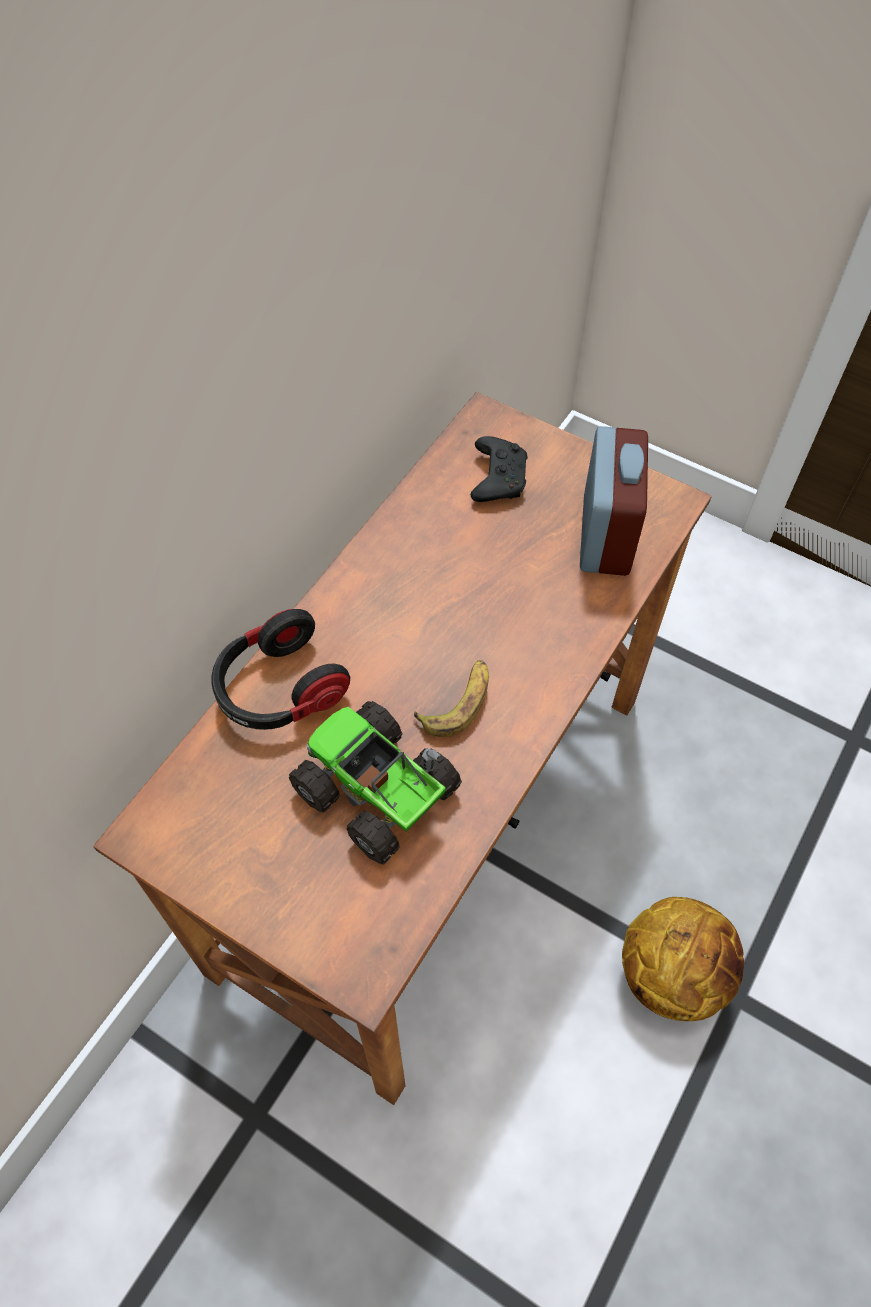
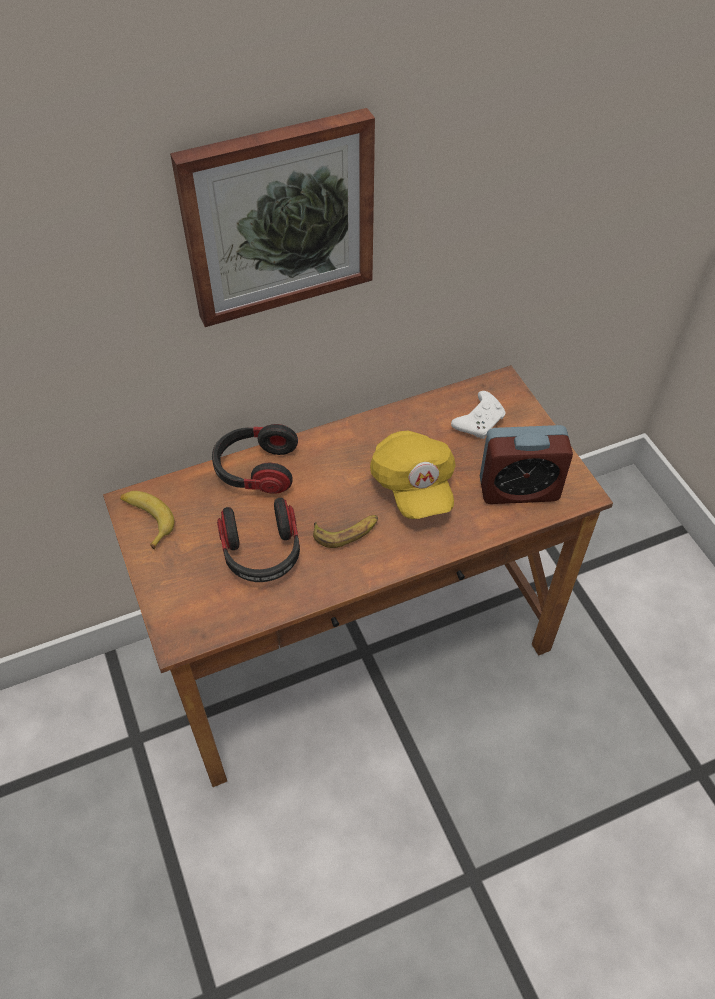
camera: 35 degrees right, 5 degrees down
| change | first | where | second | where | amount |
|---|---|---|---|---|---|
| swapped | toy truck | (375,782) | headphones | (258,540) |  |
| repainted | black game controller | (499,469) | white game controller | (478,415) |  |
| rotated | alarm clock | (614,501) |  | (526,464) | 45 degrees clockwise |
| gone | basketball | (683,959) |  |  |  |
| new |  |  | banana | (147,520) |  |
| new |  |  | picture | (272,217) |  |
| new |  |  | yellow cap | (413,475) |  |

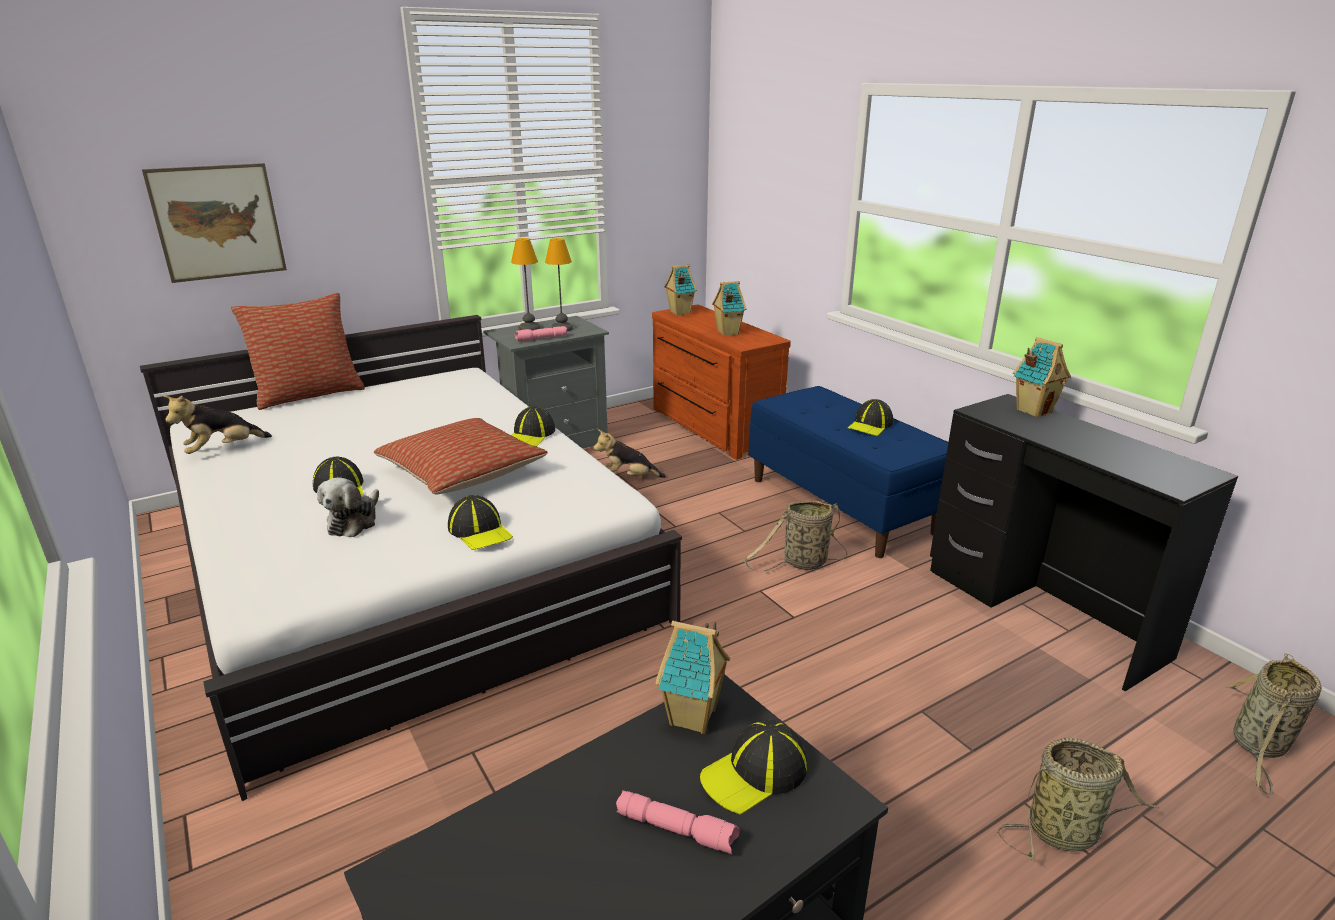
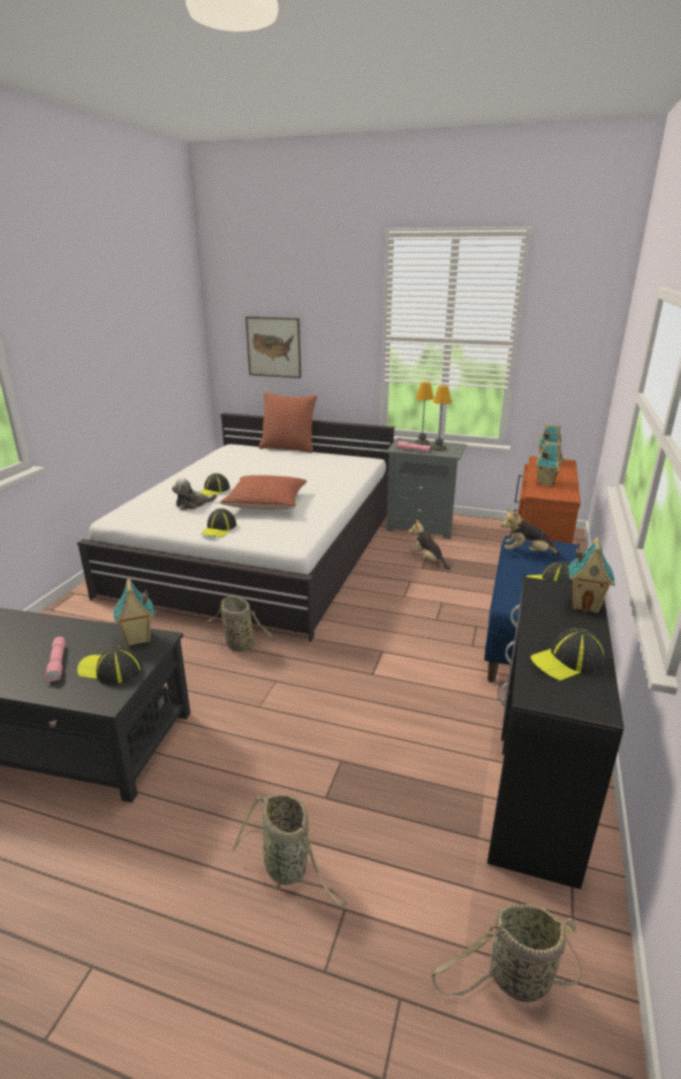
camera: 50 degrees right, 0 degrees up
| change | first | where | second | where | amount |
|---|---|---|---|---|---|
| shifted | plush toy | (217,424) |  | (531,531) |  |
| shifted | cap | (533,426) |  | (567,654) |  |
| shifted | basket | (796,536) |  | (239,626) |  |

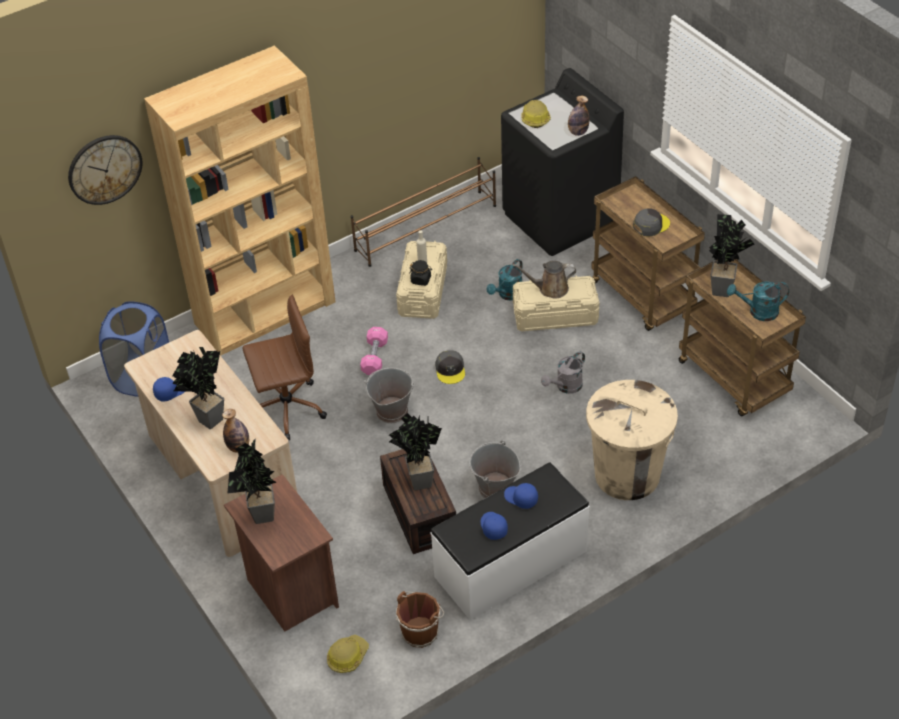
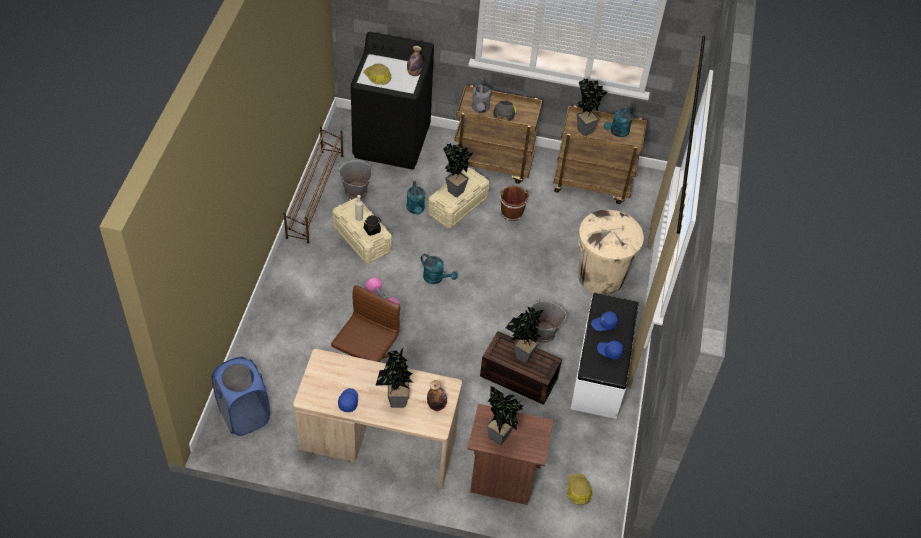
camera: 50 degrees left, 5 degrees up
| change | first | where | second | where | amount |
|---|---|---|---|---|---|
| gone | wall clock | (105,170) |  |  |  |
| gone | brown bookcase | (239,200) |  |  |  |
| shifted | grey bucket | (389,395) |  | (355,179) |  |
| shifted | brown bucket | (420,619) |  | (514,203) |  |
| swapped | grey cap | (450,367) | turquoise watering can | (439,269) |  |
| swapped | brown watering can | (544,279) | potted plant | (458,169) |  |
| shifted | grey watering can | (563,372) |  | (481,96) |  |

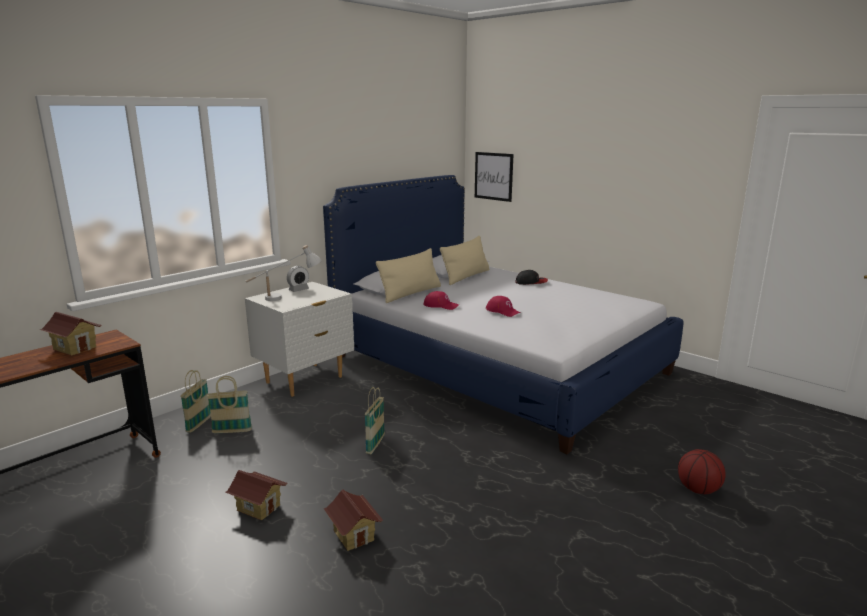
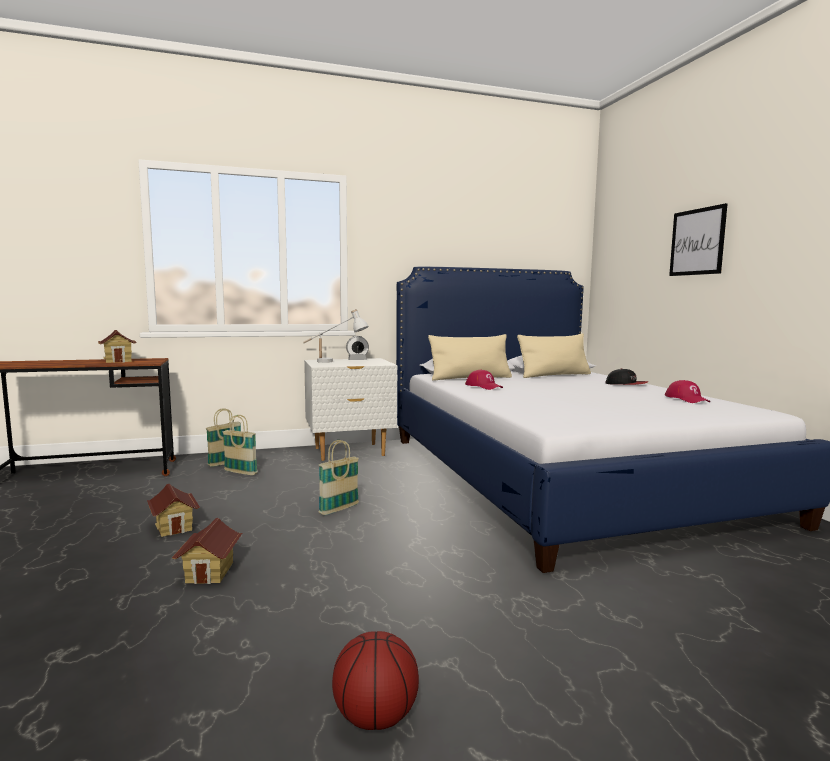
camera: 30 degrees right, 10 degrees down
| change | first | where | second | where | amount |
|---|---|---|---|---|---|
| shifted | picture | (494,177) |  | (698,239) |  |
| shifted | red cap | (503,306) |  | (687,391) |  |
| shifted | basketball | (702,471) |  | (375,680) |  |

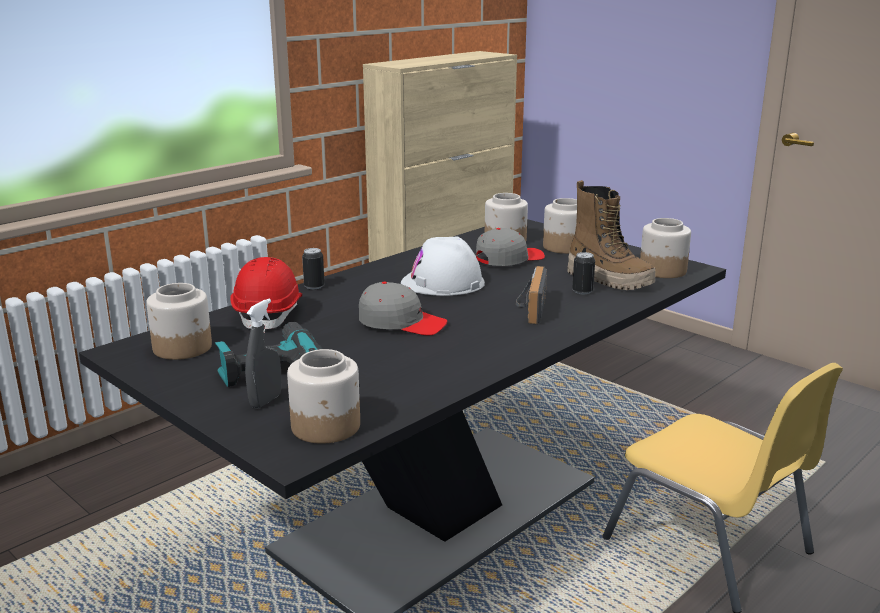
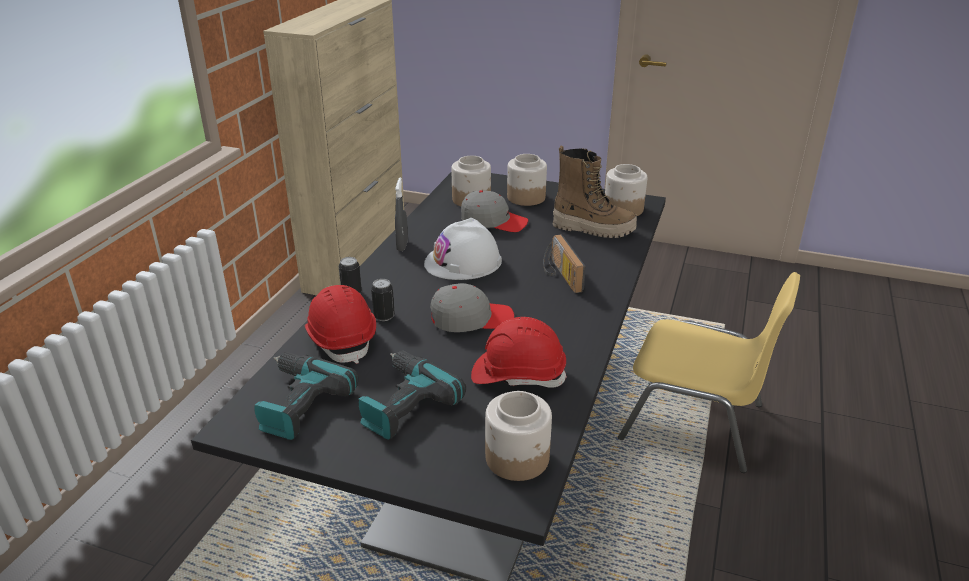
camera: 25 degrees left, 10 degrees up
| change | first | where | second | where | amount |
|---|---|---|---|---|---|
| swapped | jar | (179,321) | power drill | (306,396) |  |
| shifted | grey spray bottle | (263,353) |  | (401,214) |  |
| rotated | grey cap | (510,247) |  | (494,211) | 75 degrees clockwise |
| shifted | can | (583,273) |  | (383,300) |  |
| new |  |  | red hard hat | (519,352) |  |

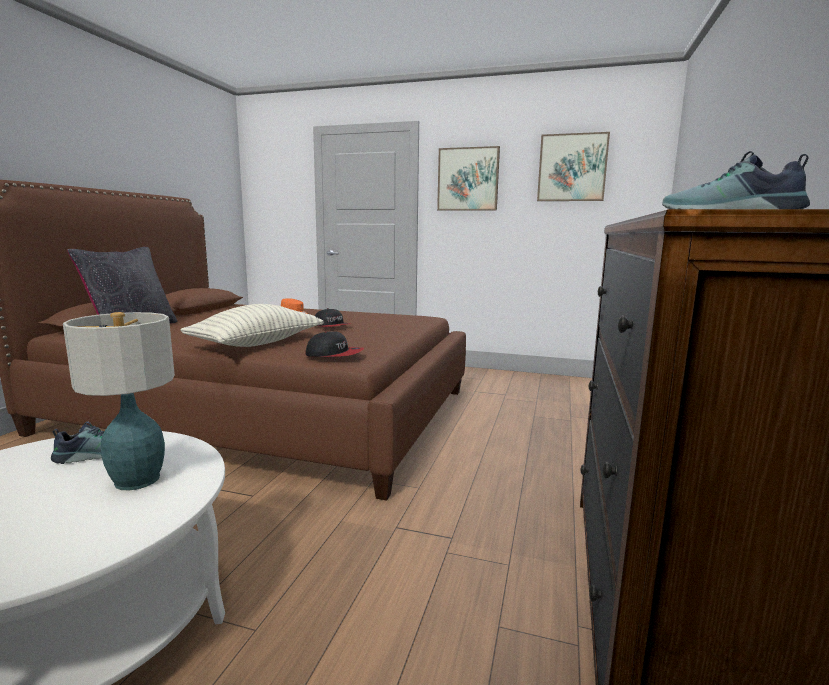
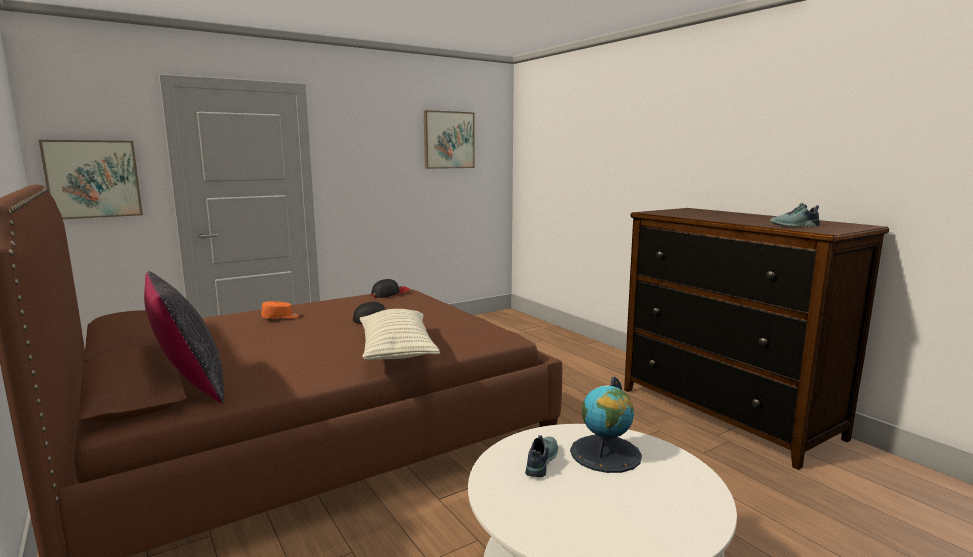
camera: 50 degrees left, 0 degrees up
| change | first | where | second | where | amount |
|---|---|---|---|---|---|
| swapped | table lamp | (119,401) | globe | (606,425) |  |
| shifted | cap | (334,344) |  | (390,288) |  |
| shifted | picture | (468,178) |  | (91,179) |  |

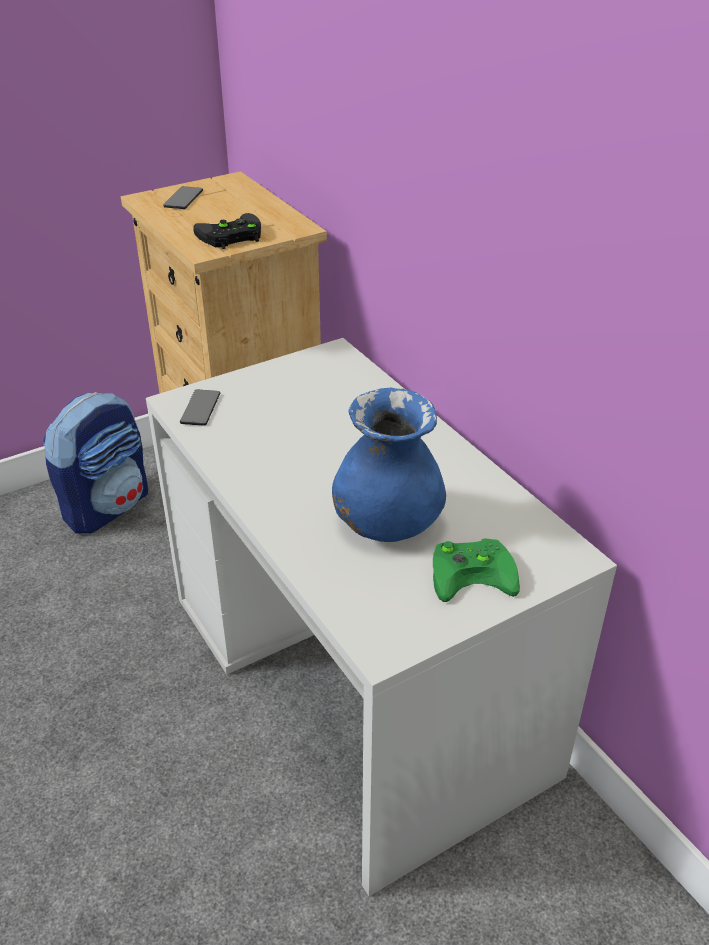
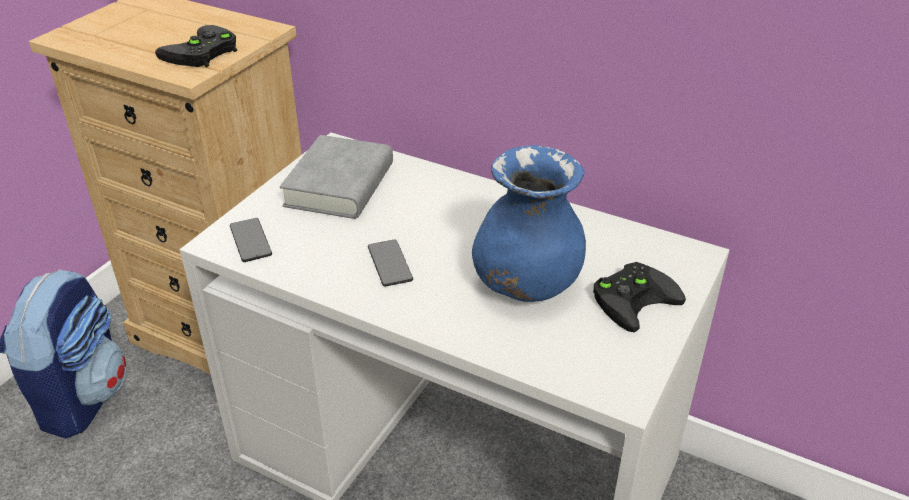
camera: 30 degrees left, 0 degrees up
| change | first | where | second | where | amount |
|---|---|---|---|---|---|
| shifted | phone | (183,197) |  | (390,263) |  |
| repainted | green game controller | (476,570) | black game controller | (639,297) |  |
| new |  |  | grey book | (336,177) |  |

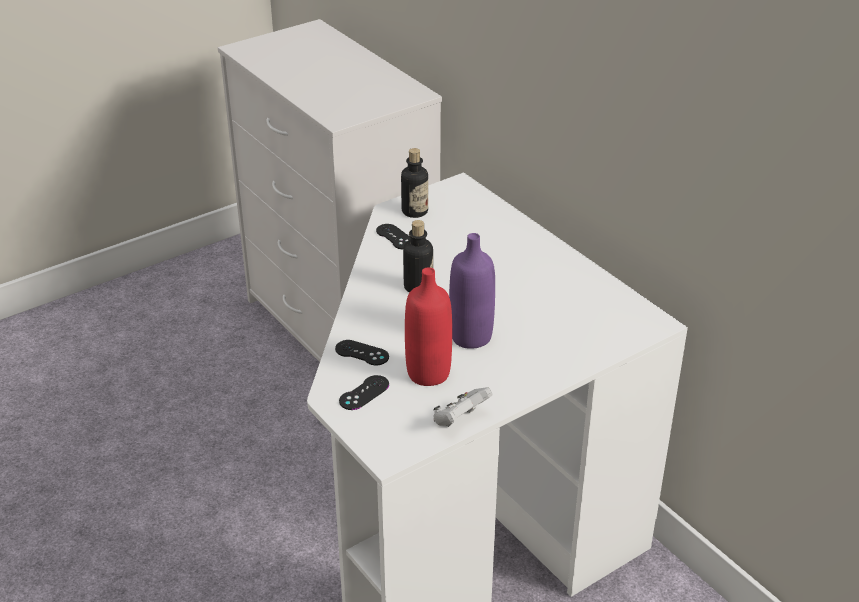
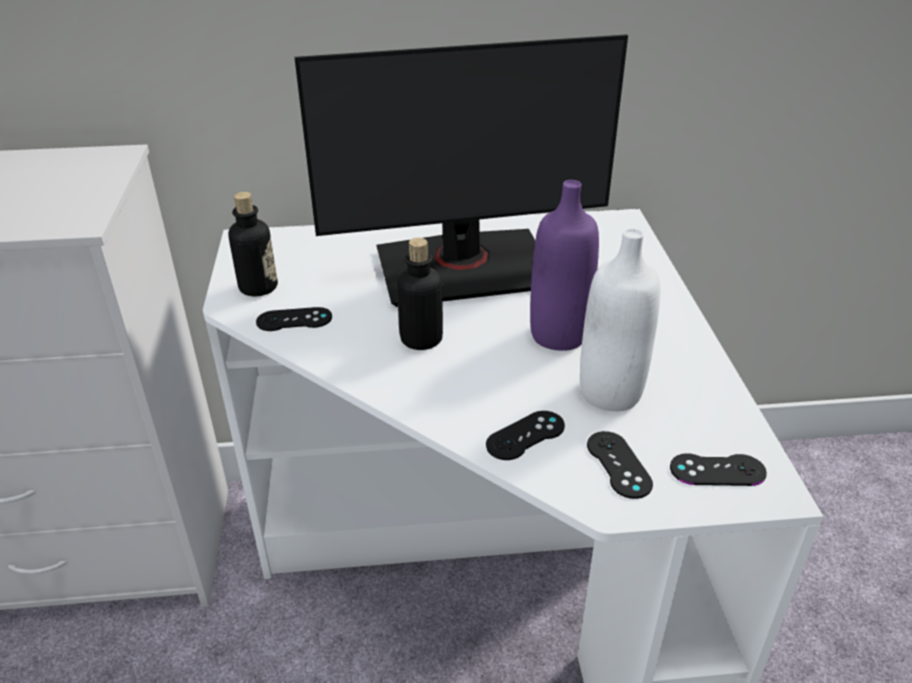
camera: 60 degrees left, 0 degrees up
| change | first | where | second | where | amount |
|---|---|---|---|---|---|
| repainted | red bottle | (428,326) | white bottle | (620,319) |  |
| gone | white game controller | (462,407) |  |  |  |
| new |  |  | monitor | (461,170) |  |
| new |  |  | black game controller | (718,469) |  |

